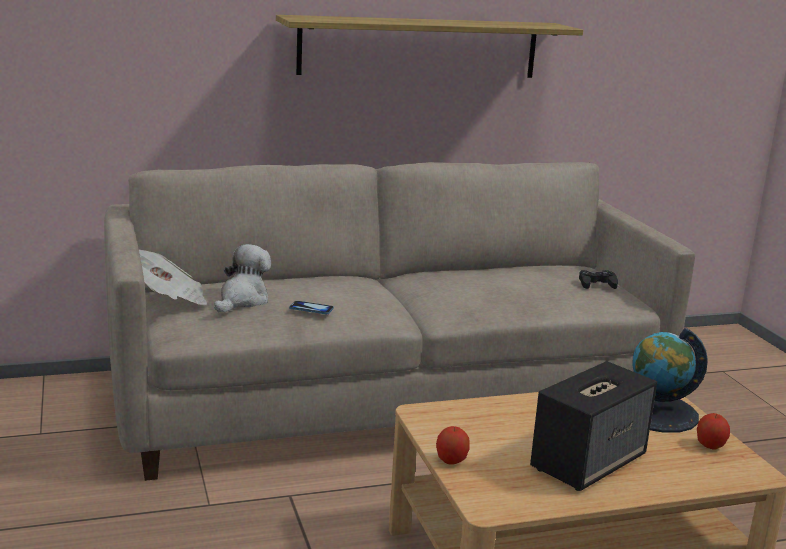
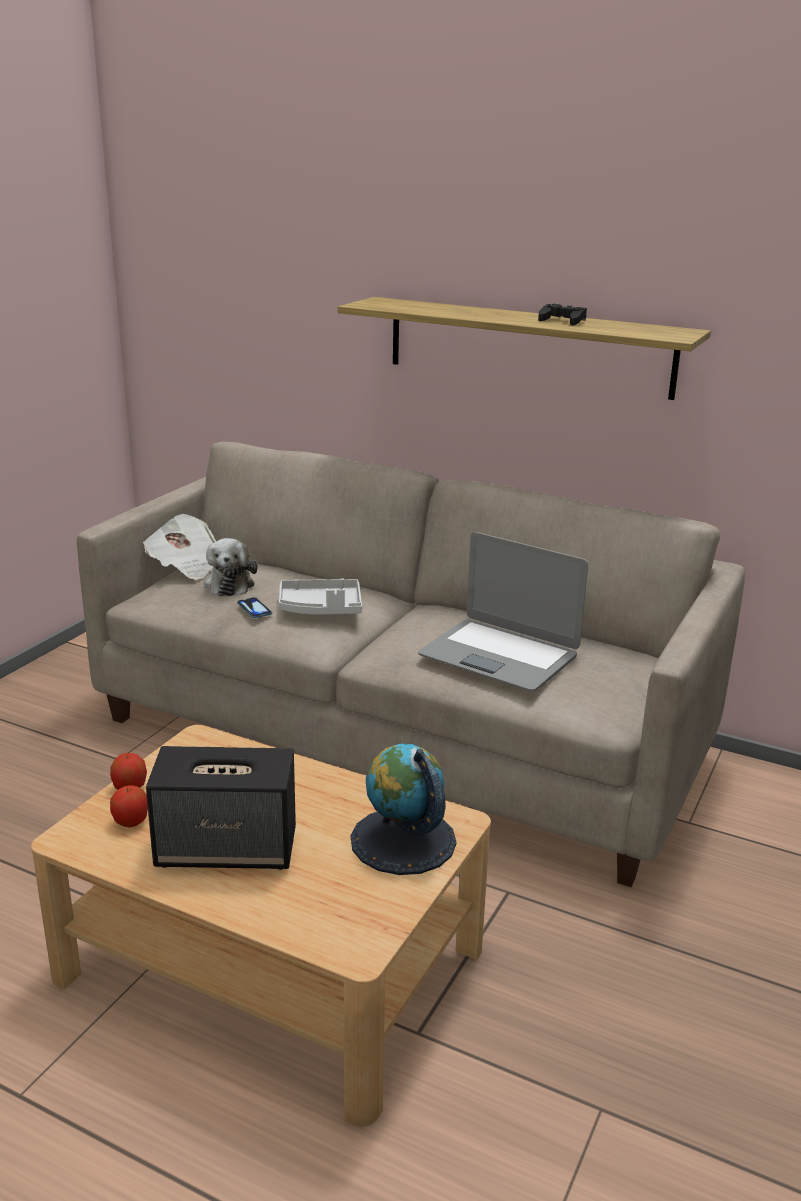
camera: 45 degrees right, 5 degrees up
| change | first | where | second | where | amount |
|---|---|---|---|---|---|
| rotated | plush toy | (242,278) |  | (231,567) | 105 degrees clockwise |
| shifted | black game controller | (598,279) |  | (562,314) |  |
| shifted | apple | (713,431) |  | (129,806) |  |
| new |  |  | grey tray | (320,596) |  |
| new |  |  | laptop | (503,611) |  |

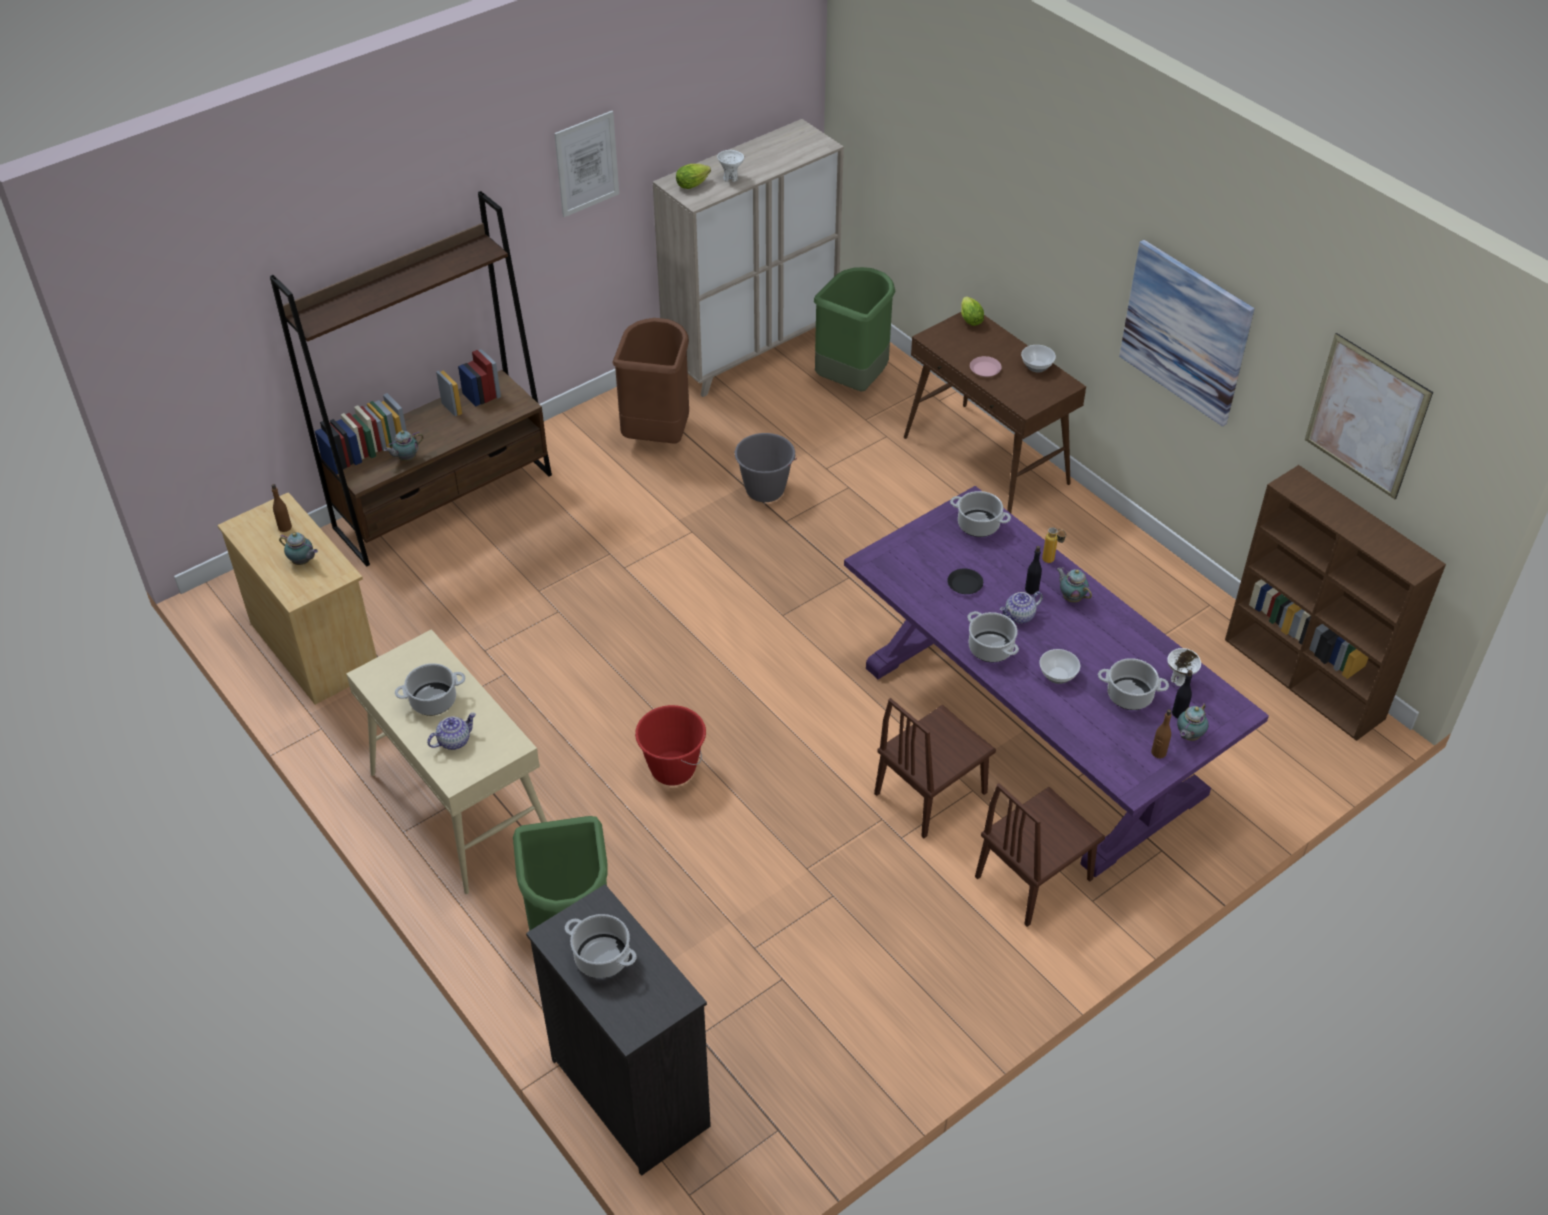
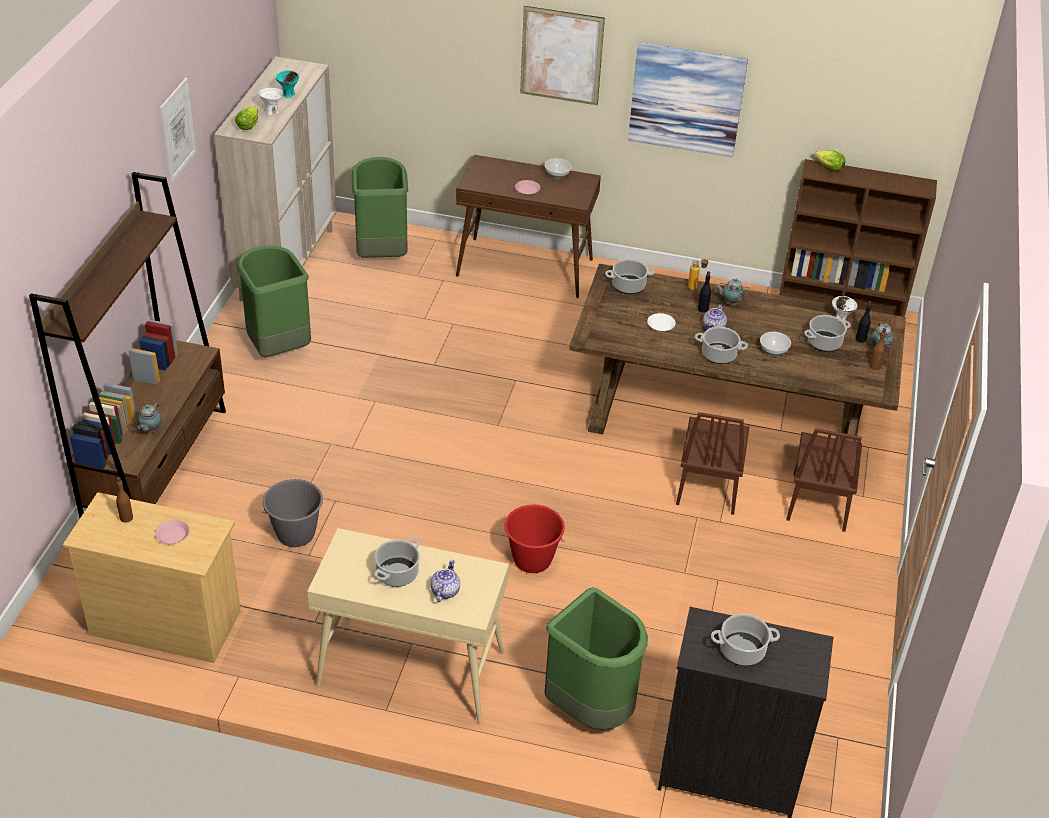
camera: 40 degrees left, 5 degrees down
| change | first | where | second | where | amount |
|---|---|---|---|---|---|
| swapped | teapot | (298,548) | pink plate | (172,532) |  |
| repainted | brown trash can | (650,380) | green trash can | (274,301) |  |
| shifted | grey bucket | (765,467) |  | (292,513) |  |
| repainted | purple dining table | (1056,681) | brown dining table | (737,353) |  |
| repainted | black plate | (965,581) | white plate | (661,322) |  |
| shifted | lettuce | (972,311) |  | (830,160) |  |
| shifted | picture | (1369,416) |  | (562,55) |  |
| new |  |  | turquoise bowl | (287,84) |  |

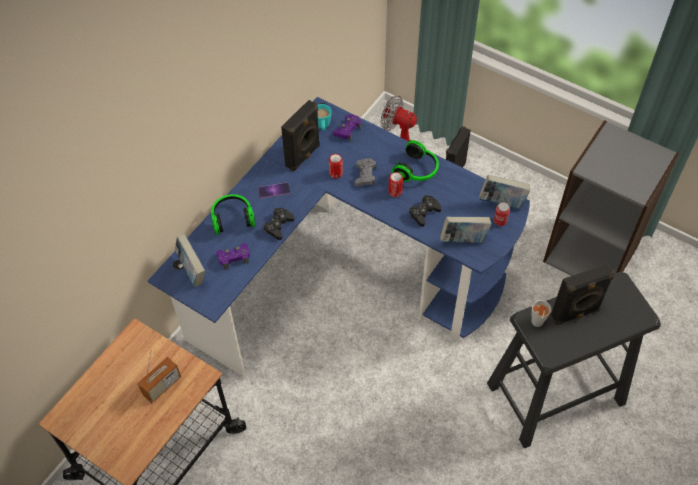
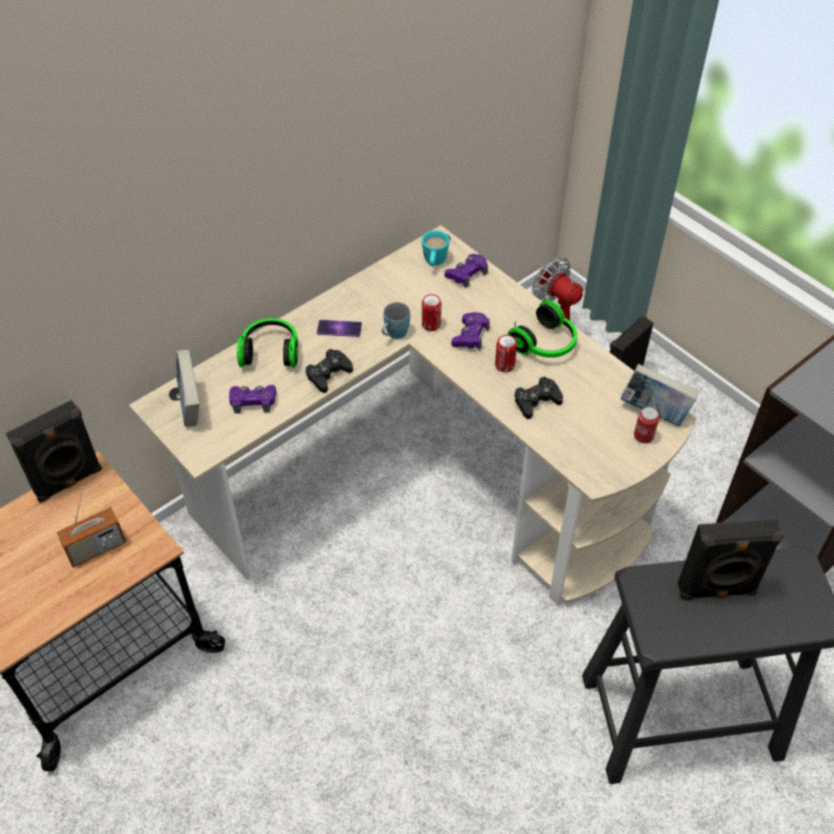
camera: 15 degrees right, 5 degrees down
| change | first | where | second | where | amount |
|---|---|---|---|---|---|
| repainted | blue desk | (339,237) | beige desk | (413,415) |  |
| shifted | black speaker | (300,135) |  | (54,451) |  |
| repainted | grey game controller | (365,172) | purple game controller | (470,331) |  |
| gone | book | (466,229) |  |  |  |
| gone | grey cup | (541,313) |  |  |  |
| new |  |  | blue mug | (396,320) |  |

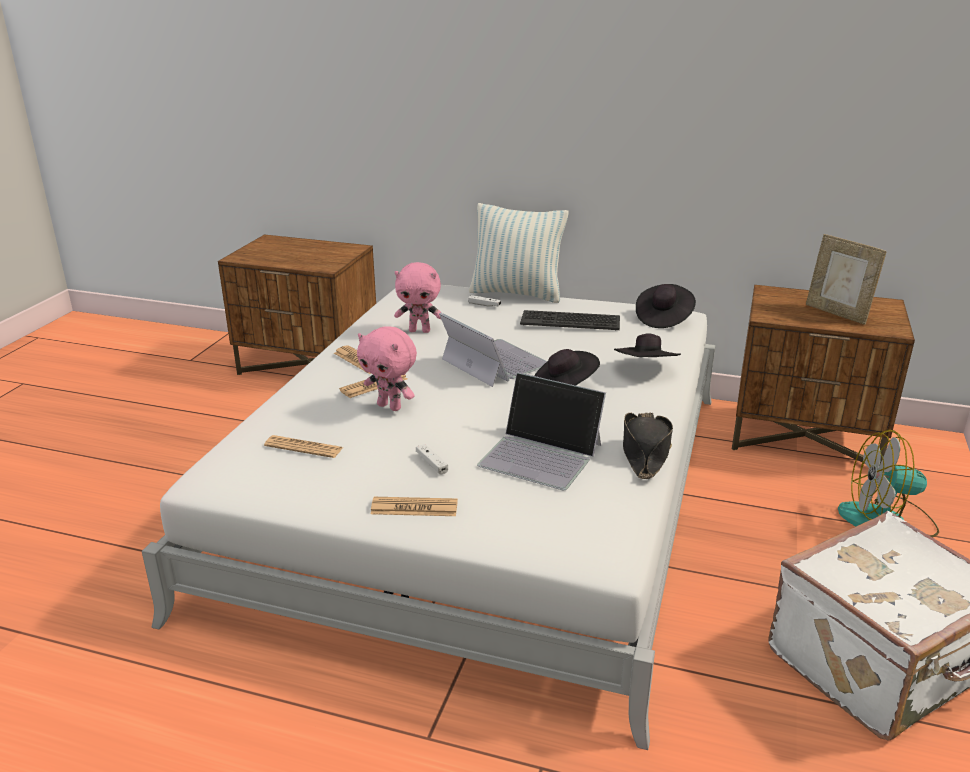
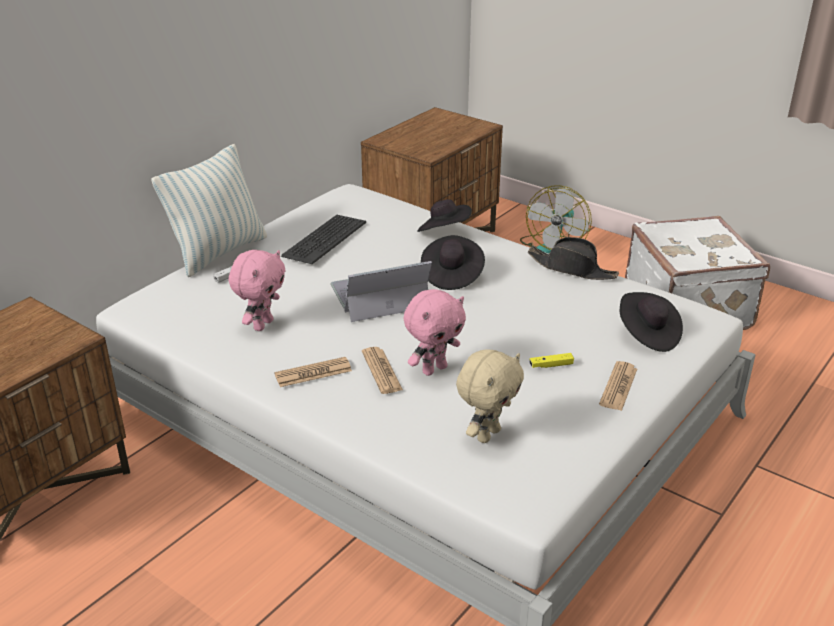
camera: 70 degrees left, 5 degrees up
| change | first | where | second | where | amount |
|---|---|---|---|---|---|
| swapped | newspaper | (303,446) | beige plush toy | (490,396) |  |
| repainted | white game controller | (432,459) | yellow game controller | (551,360) |  |
| gone | laptop | (541,431) |  |  |  |
| shifted | black hat | (666,306) |  | (651,322) |  |
| gone | picture frame | (846,279) |  |  |  |

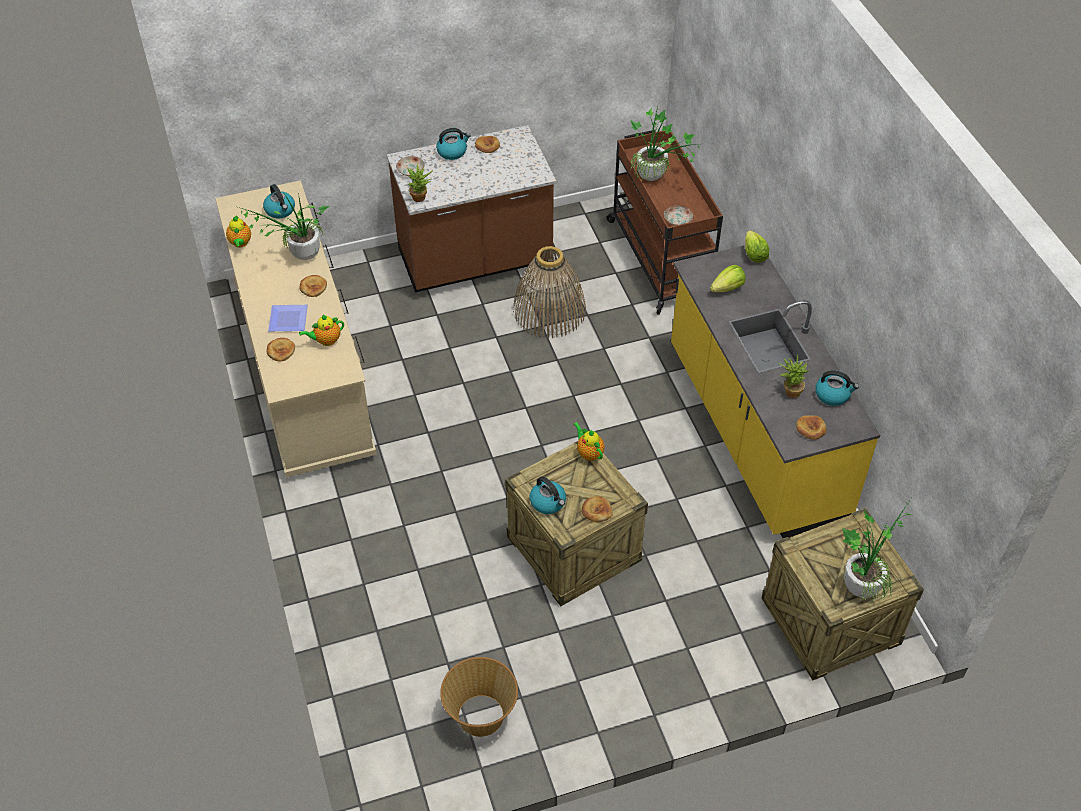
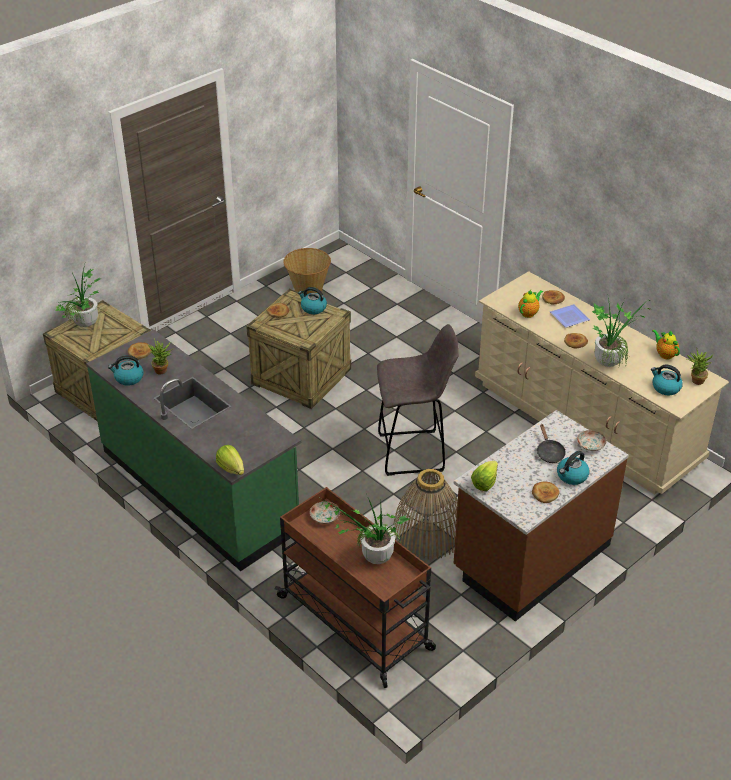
camera: 155 degrees right, 10 degrees down
| change | first | where | second | where | amount |
|---|---|---|---|---|---|
| shifted | potted plant | (420,182) |  | (700,367) |  |
| gone | teapot | (589,441) |  |  |  |
| repainted | yellow counter | (775,391) | green counter | (193,450) |  |
| shifted | lettuce | (728,278) |  | (484,476) |  |
| new |  |  | grey stool | (418,400) |  |
| new |  |  | black frying pan | (551,443) |  |

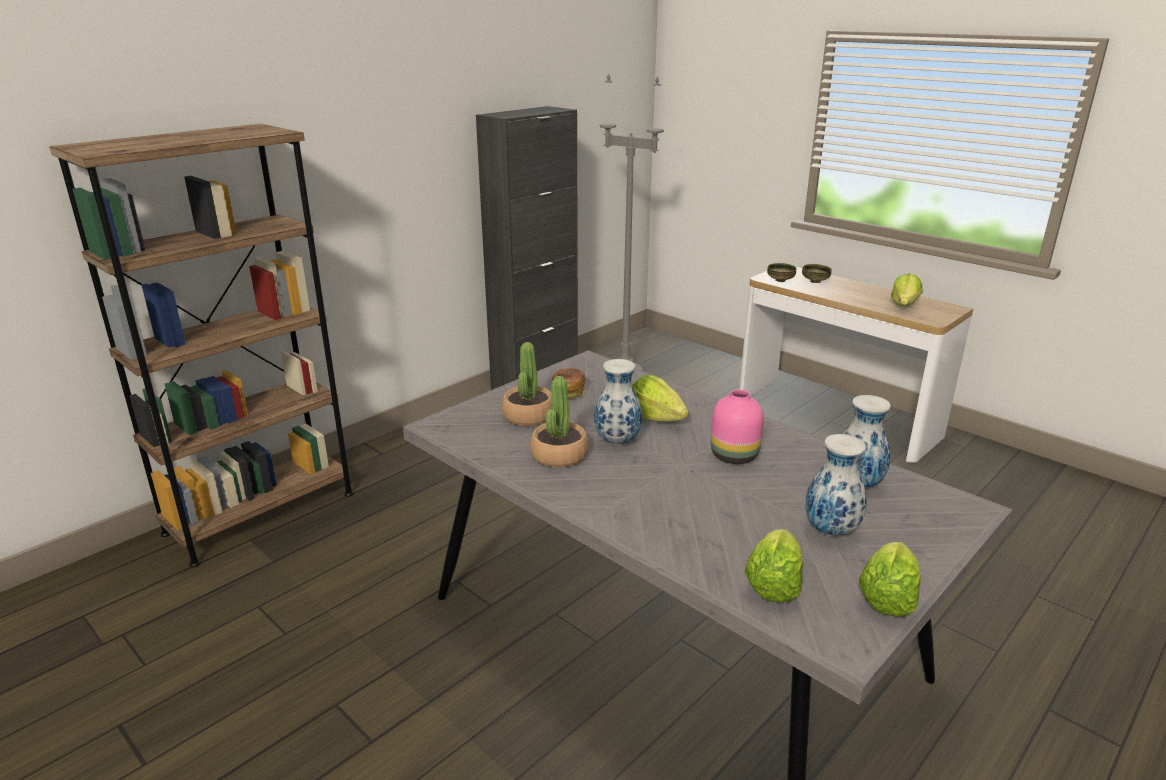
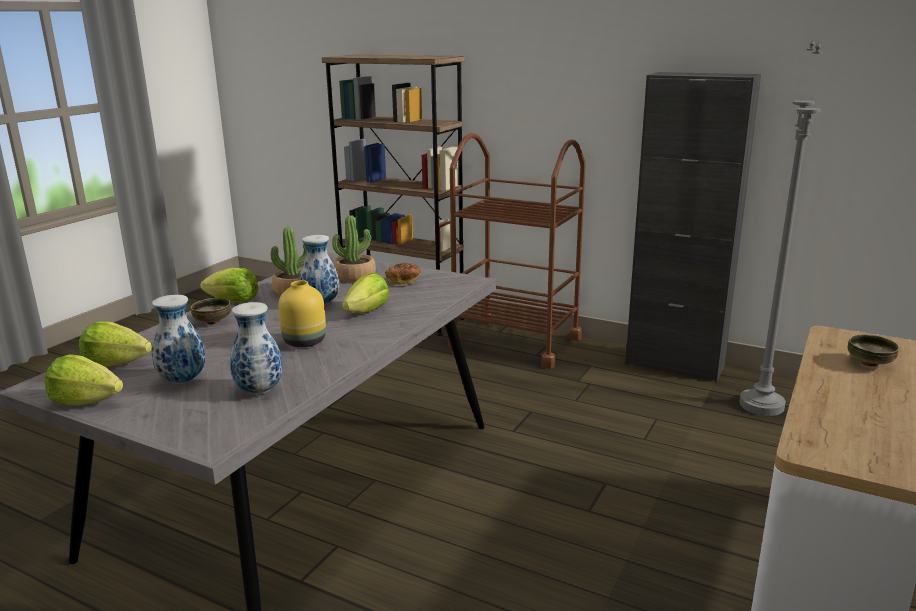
camera: 75 degrees right, 5 degrees down
| change | first | where | second | where | amount |
|---|---|---|---|---|---|
| repainted | pink vase | (737,426) | yellow vase | (302,313) |  |
| shifted | bowl | (781,272) |  | (211,311) |  |
| shifted | lettuce | (906,290) |  | (229,284) |  |
| new |  |  | brown cart | (517,251) |  |

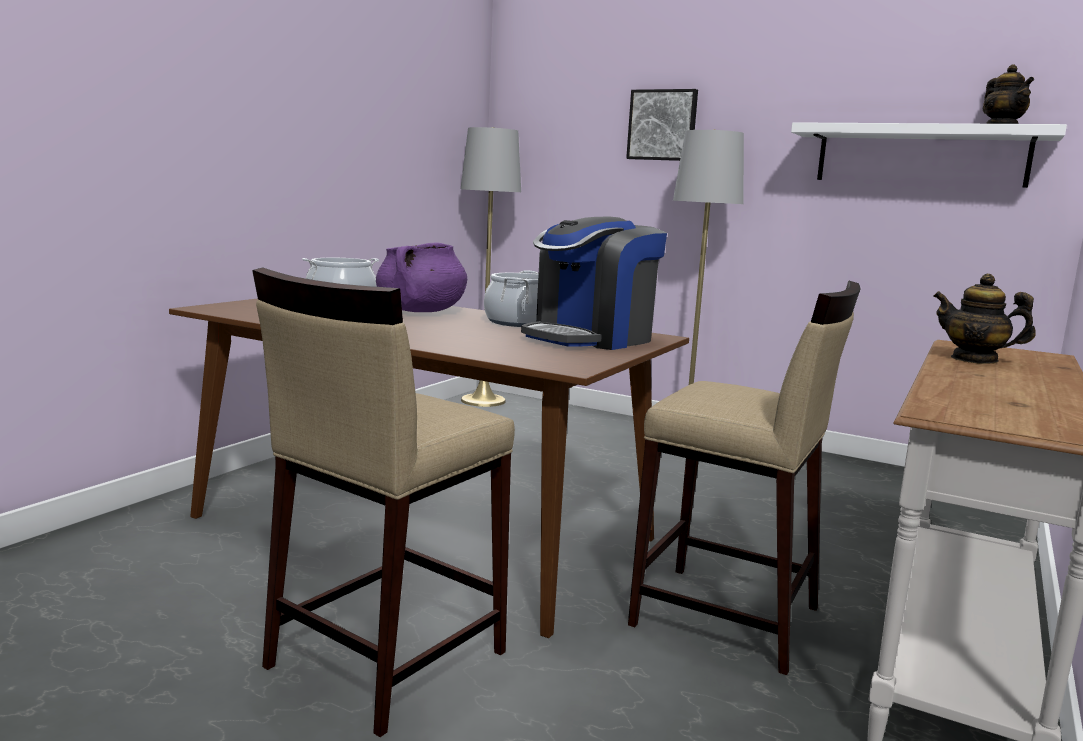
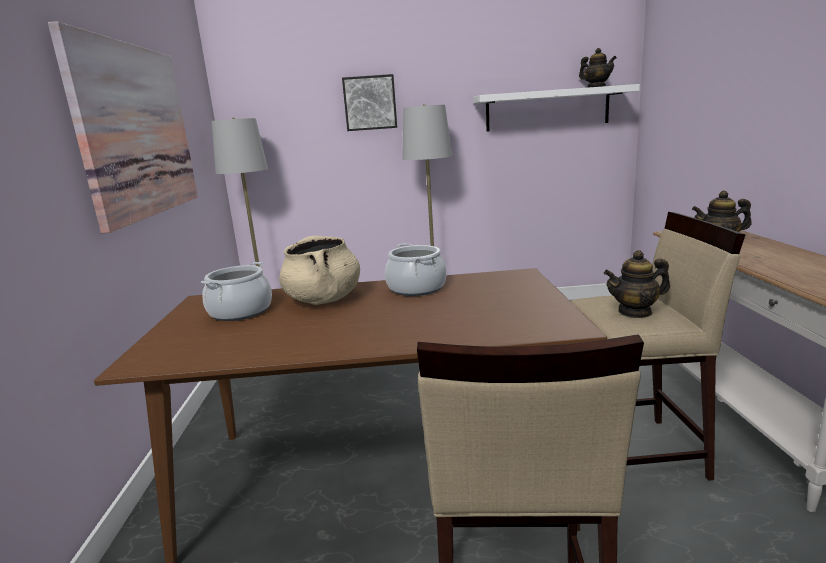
camera: 30 degrees left, 5 degrees up
| change | first | where | second | where | amount |
|---|---|---|---|---|---|
| repainted | purple cooking pot | (421,277) | beige cooking pot | (319,270) |  |
| gone | coffee machine | (594,283) |  |  |  |
| new |  |  | picture | (123,127) |  |
| new |  |  | teapot | (637,284) |  |

